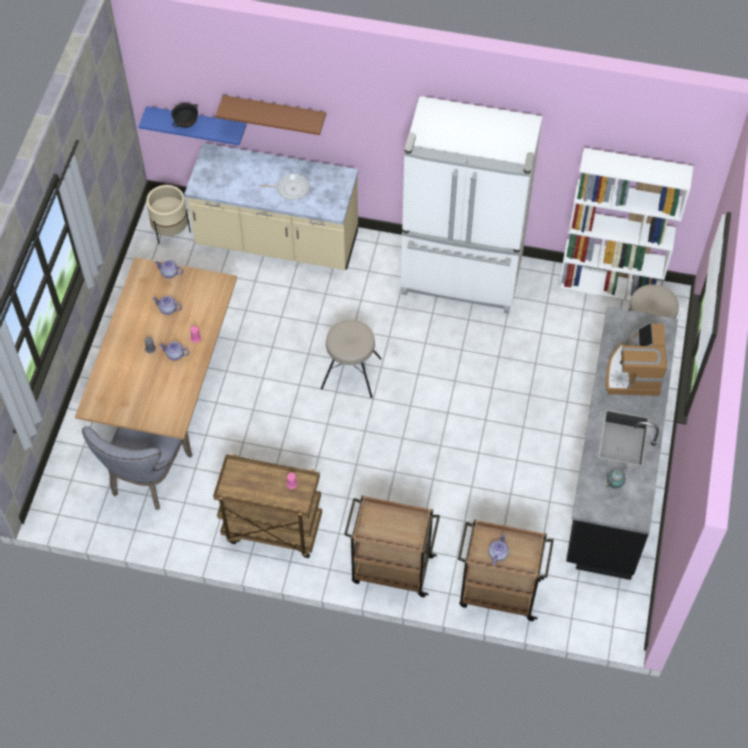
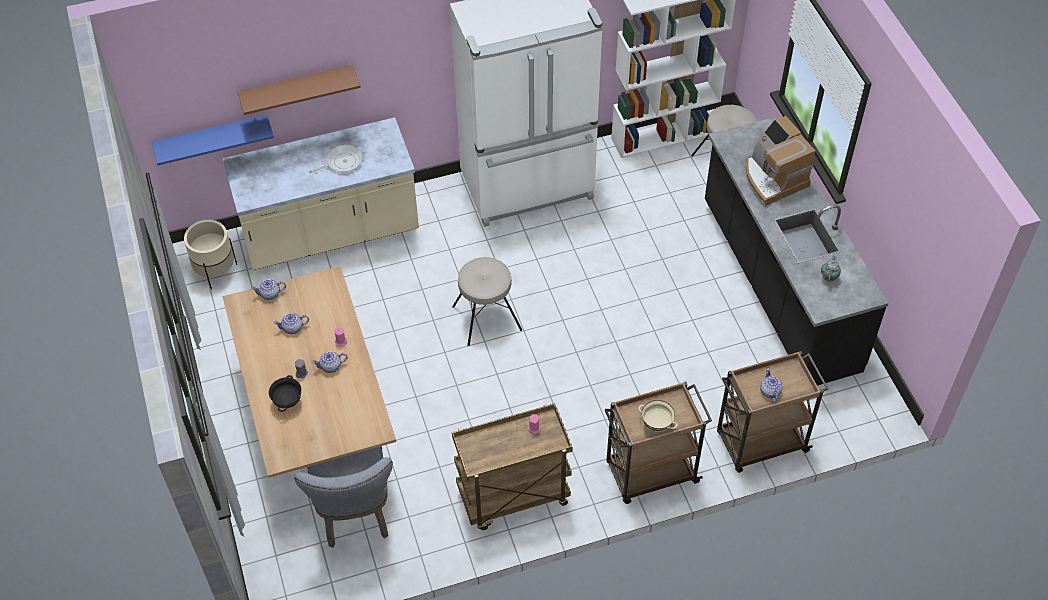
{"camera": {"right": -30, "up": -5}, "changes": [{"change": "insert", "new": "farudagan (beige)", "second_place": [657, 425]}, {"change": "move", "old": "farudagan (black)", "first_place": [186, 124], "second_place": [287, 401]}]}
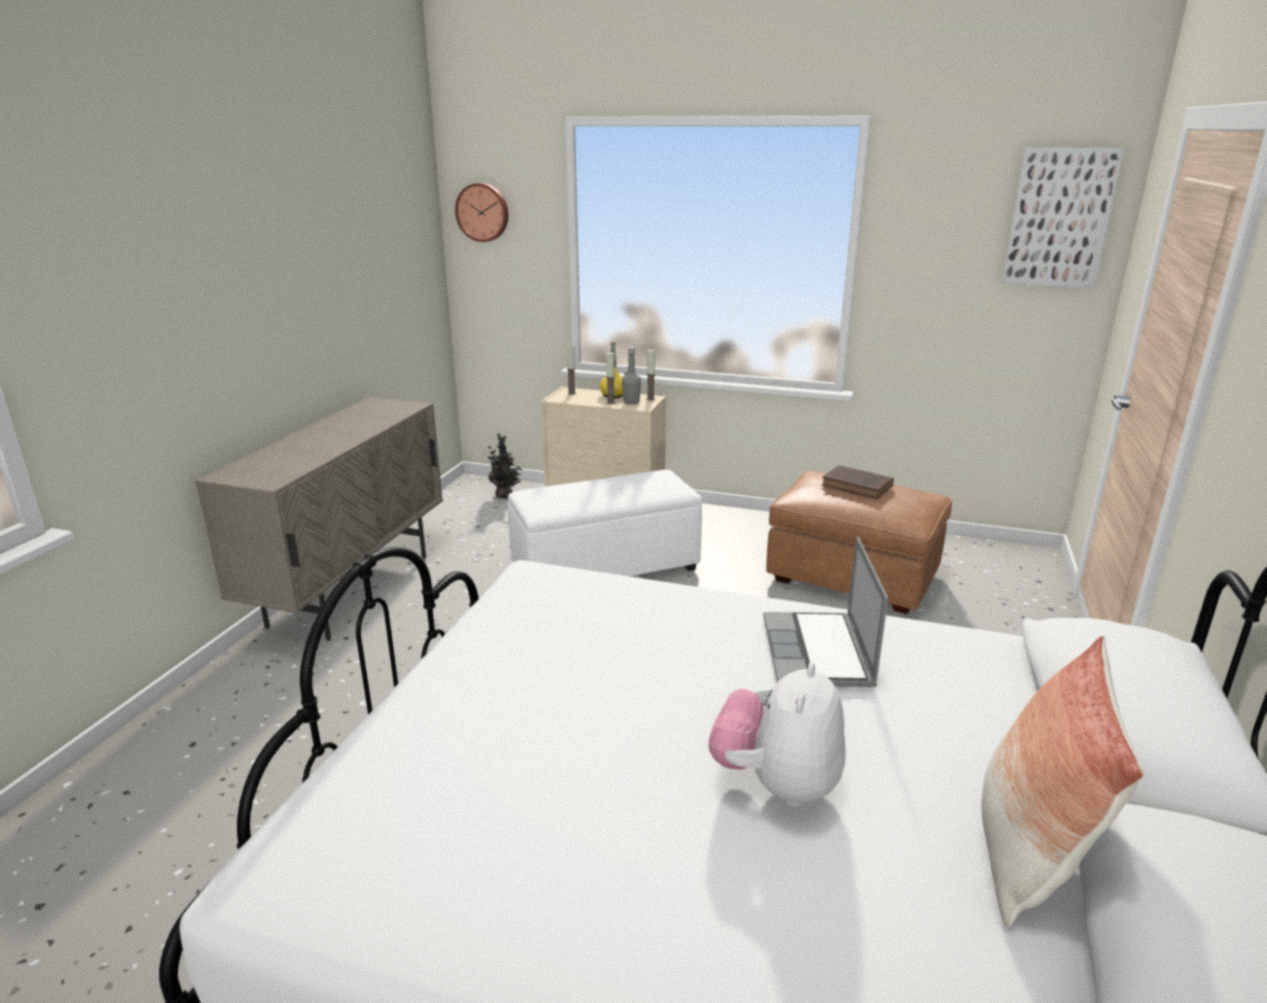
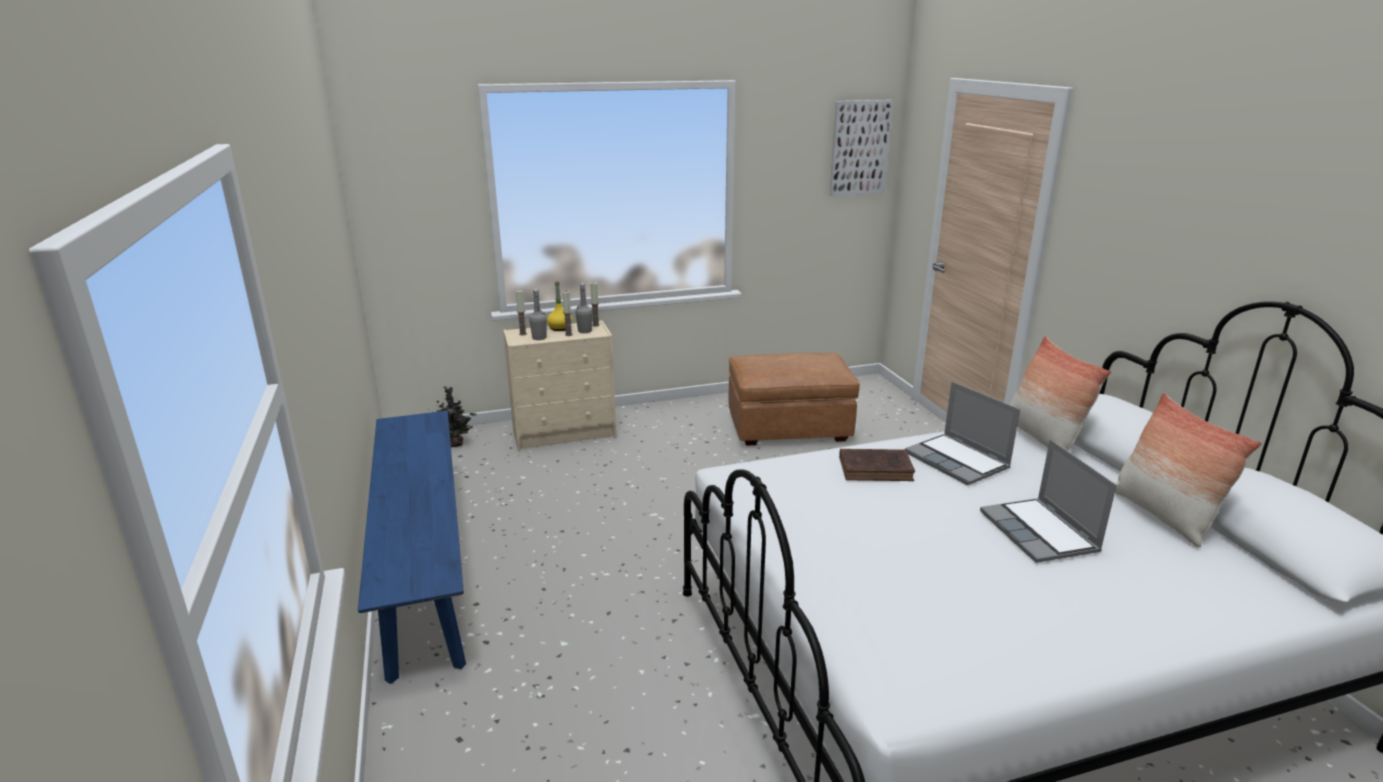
{"camera": {"right": -35, "up": 0}, "changes": [{"change": "delete", "old": "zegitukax", "first_place": [483, 212]}, {"change": "delete", "old": "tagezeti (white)", "first_place": [606, 568]}, {"change": "insert", "new": "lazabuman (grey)", "second_place": [539, 338]}, {"change": "insert", "new": "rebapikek", "second_place": [1042, 438]}, {"change": "move", "old": "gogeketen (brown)", "first_place": [858, 486], "second_place": [877, 469]}, {"change": "replace", "old": "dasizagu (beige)", "new": "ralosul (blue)", "first_place": [352, 590], "second_place": [423, 566]}, {"change": "replace", "old": "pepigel", "new": "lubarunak", "first_place": [777, 784], "second_place": [1040, 533]}]}
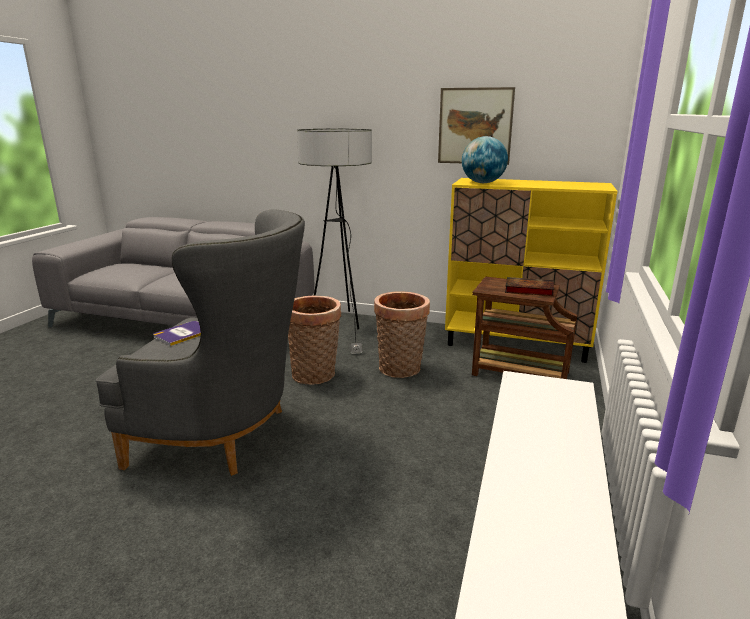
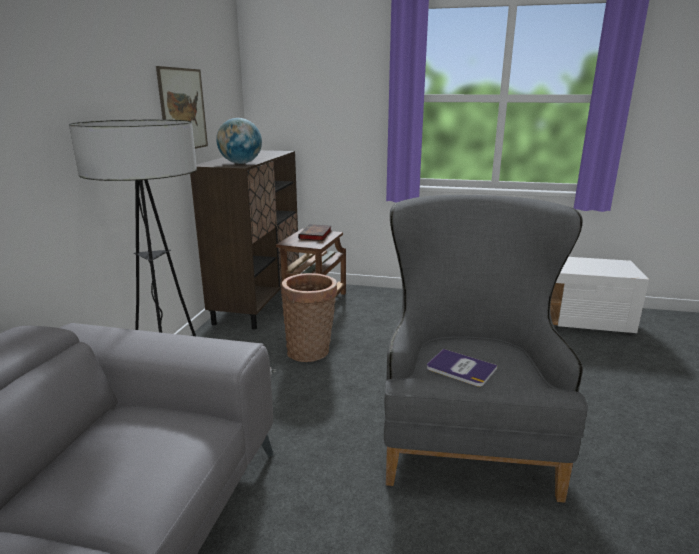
{"camera": {"right": -95, "up": 0}, "changes": [{"change": "delete", "old": "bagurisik", "first_place": [316, 376]}, {"change": "recolor", "old": "dasizagu (yellow)", "new": "dasizagu (brown)", "first_place": [516, 344], "second_place": [258, 301]}]}
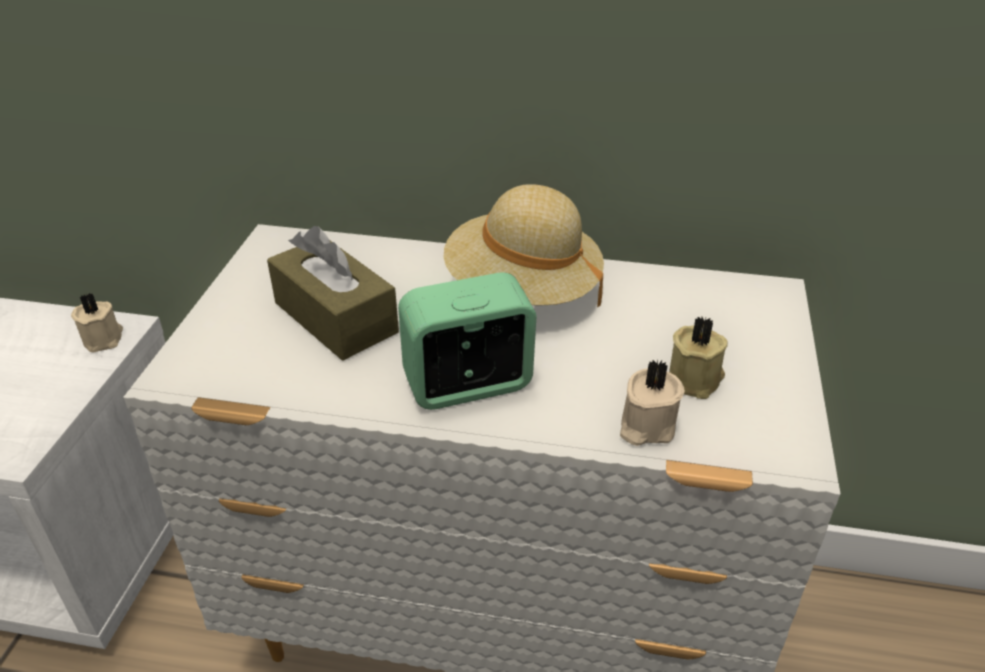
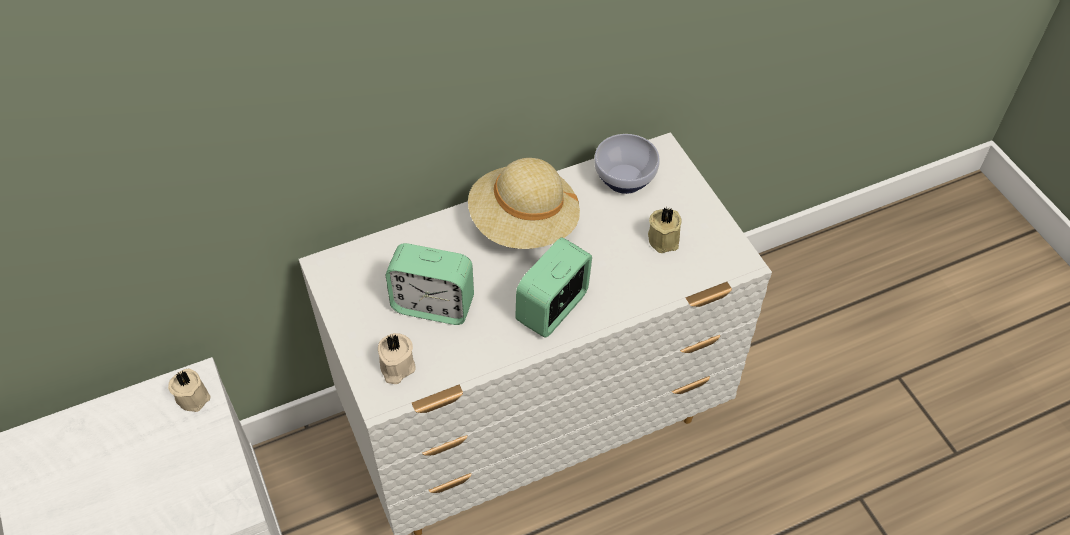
{"camera": {"right": -35, "up": 15}, "changes": [{"change": "insert", "new": "farudagan", "second_place": [626, 178]}, {"change": "move", "old": "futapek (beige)", "first_place": [645, 426], "second_place": [396, 367]}, {"change": "replace", "old": "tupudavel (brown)", "new": "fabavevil", "first_place": [335, 318], "second_place": [433, 305]}]}
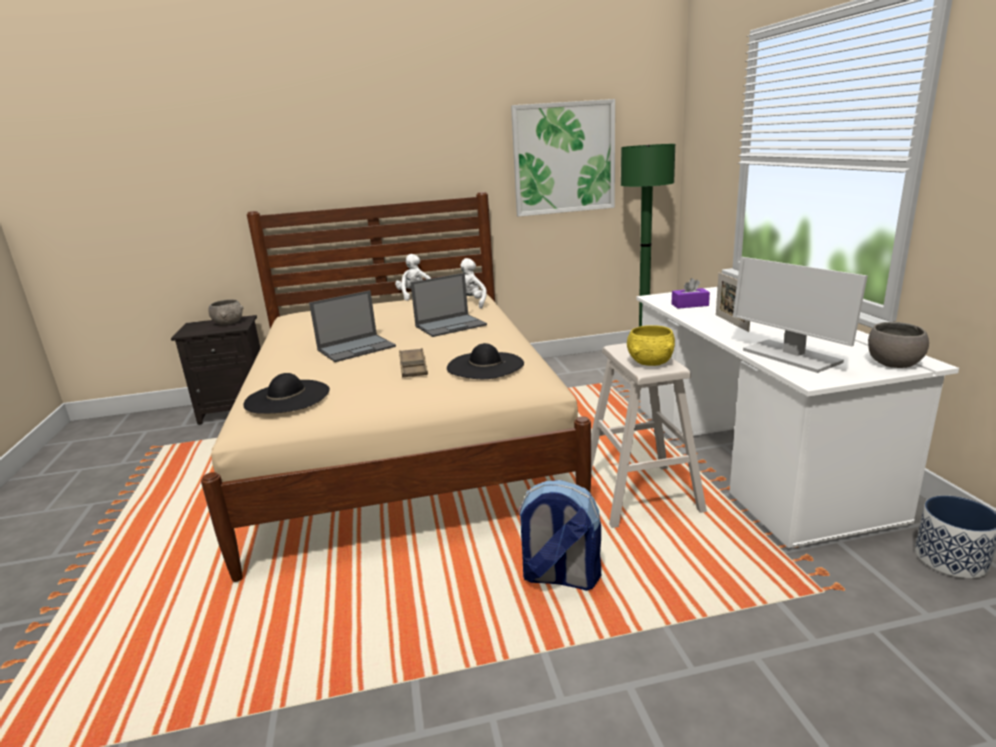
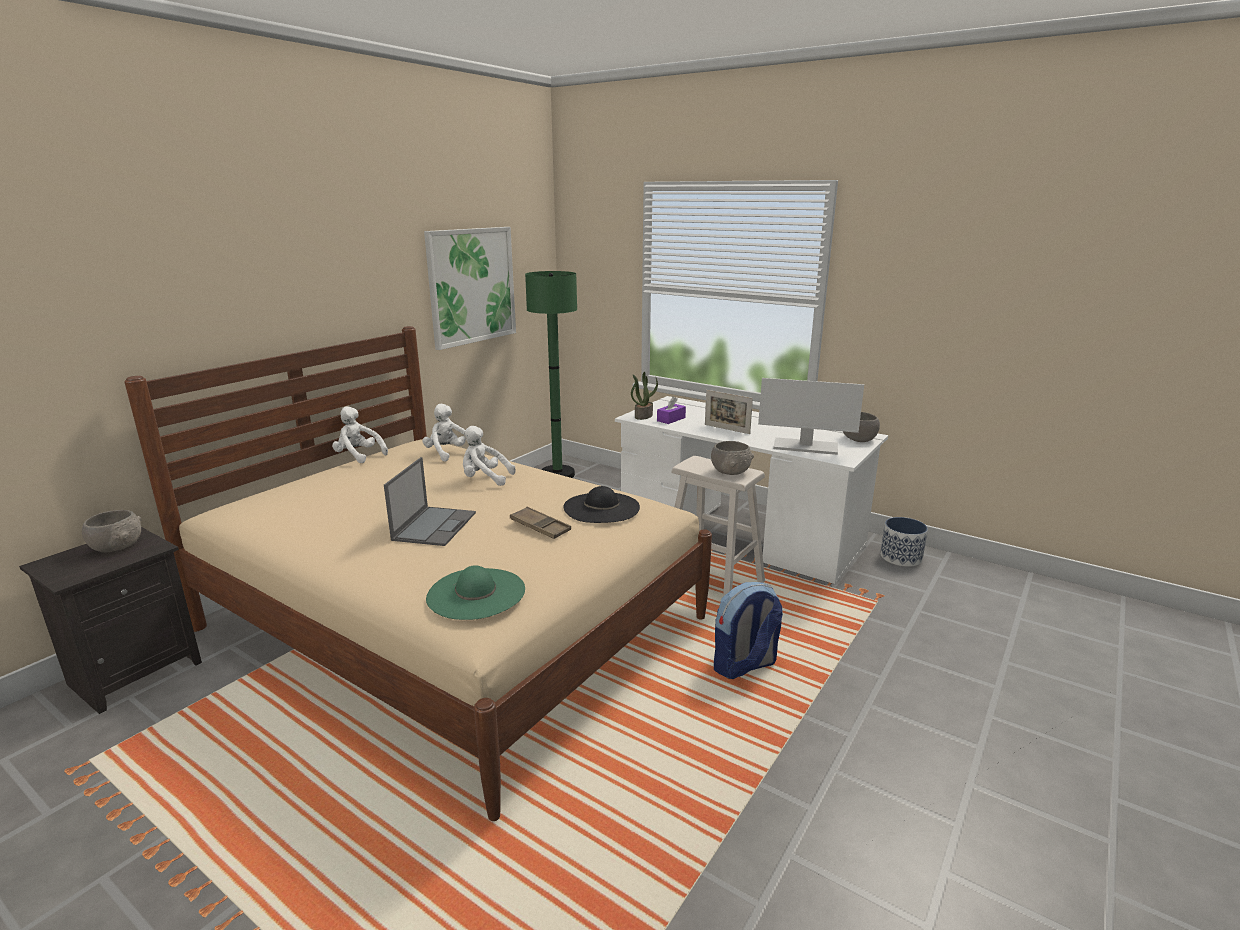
{"camera": {"right": -45, "up": 0}, "changes": [{"change": "insert", "new": "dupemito", "second_place": [643, 416]}, {"change": "replace", "old": "lubarunak", "new": "pepigel (white)", "first_place": [451, 325], "second_place": [485, 479]}, {"change": "recolor", "old": "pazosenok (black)", "new": "pazosenok (green)", "first_place": [287, 397], "second_place": [476, 593]}, {"change": "recolor", "old": "farudagan (yellow)", "new": "farudagan (grey)", "first_place": [650, 362], "second_place": [730, 471]}]}
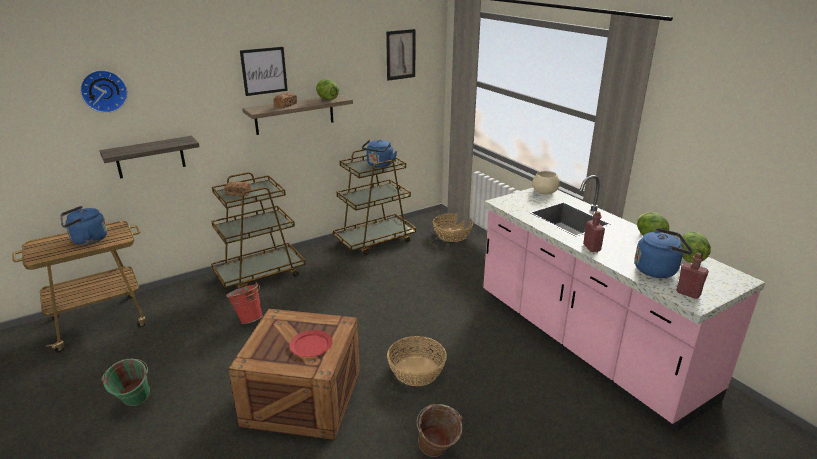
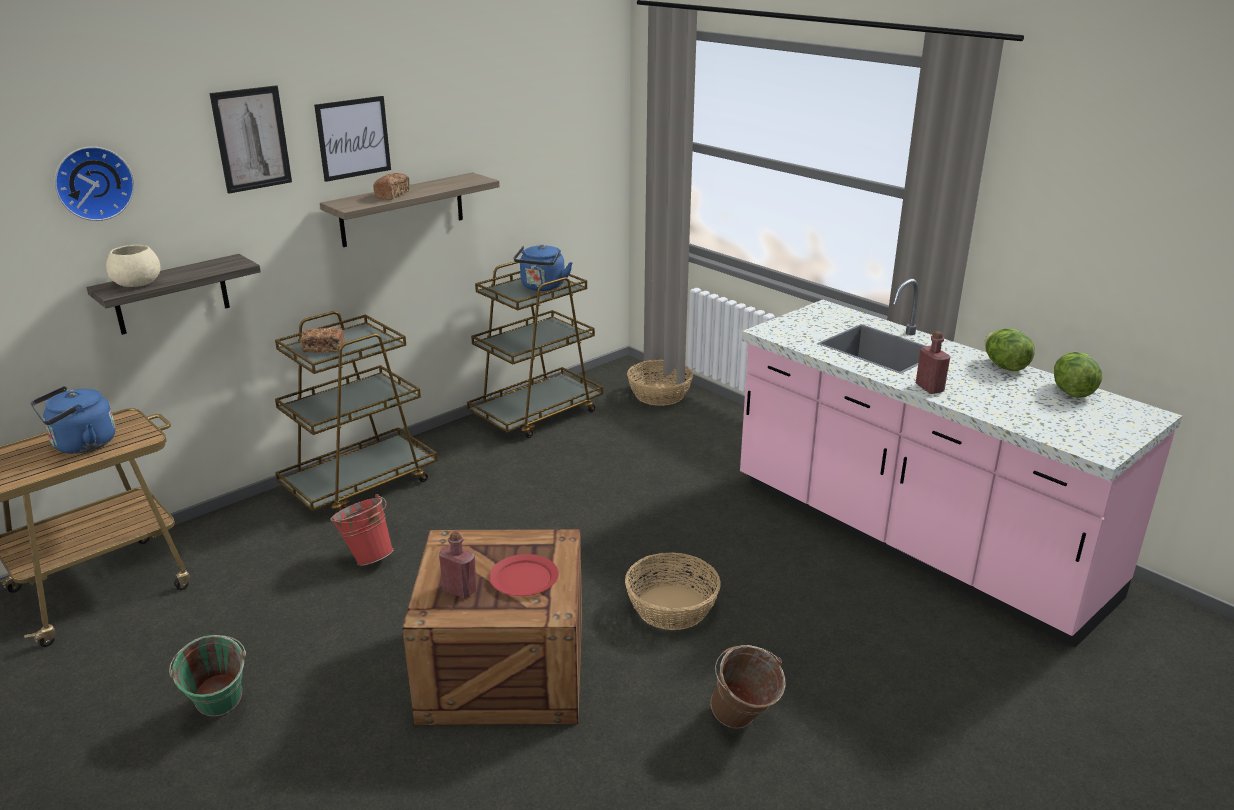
{"camera": {"right": -10, "up": 0}, "changes": [{"change": "delete", "old": "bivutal", "first_place": [327, 99]}, {"change": "delete", "old": "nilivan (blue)", "first_place": [658, 270]}, {"change": "move", "old": "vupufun", "first_place": [400, 54], "second_place": [251, 139]}, {"change": "move", "old": "farudagan (beige)", "first_place": [545, 192], "second_place": [138, 283]}, {"change": "move", "old": "lazabuman (red)", "first_place": [688, 293], "second_place": [460, 590]}]}
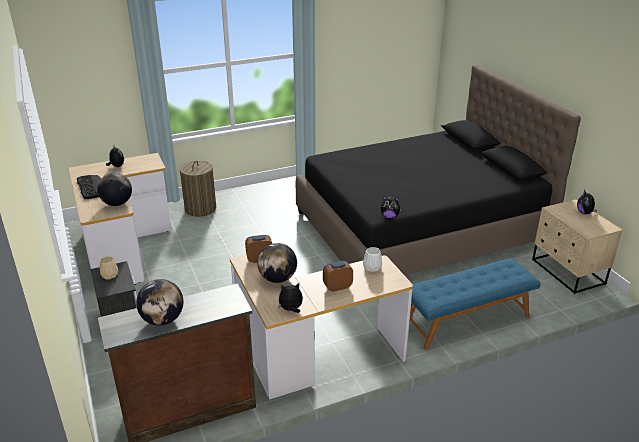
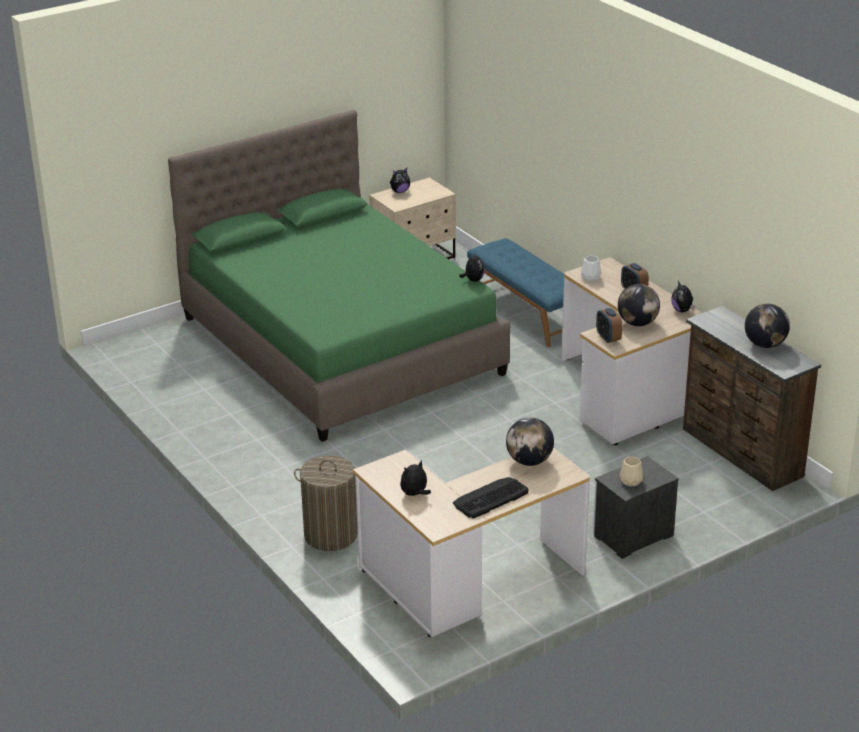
{"camera": {"right": -100, "up": 0}, "changes": [{"change": "recolor", "old": "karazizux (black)", "new": "karazizux (green)", "first_place": [420, 228], "second_place": [341, 345]}]}
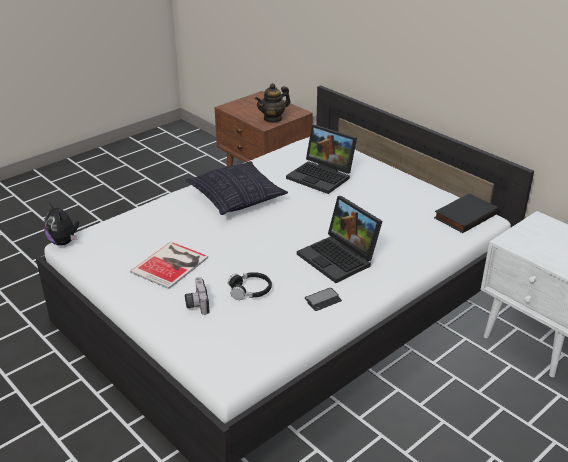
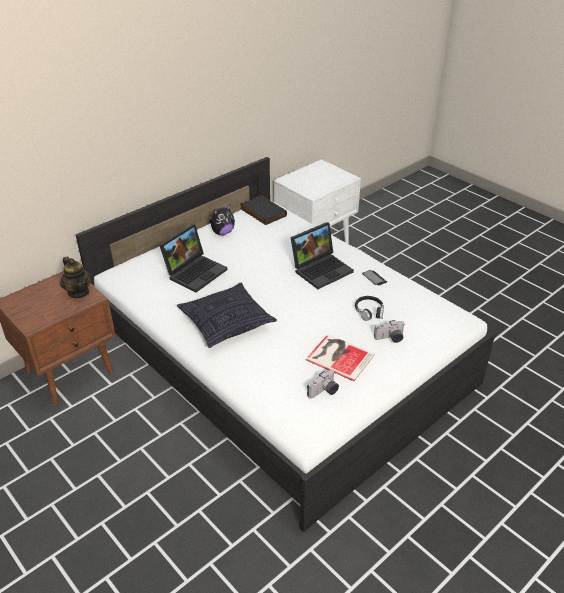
{"camera": {"right": -90, "up": 5}, "changes": [{"change": "insert", "new": "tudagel", "second_place": [324, 392]}, {"change": "move", "old": "pepigel", "first_place": [64, 242], "second_place": [222, 233]}]}
